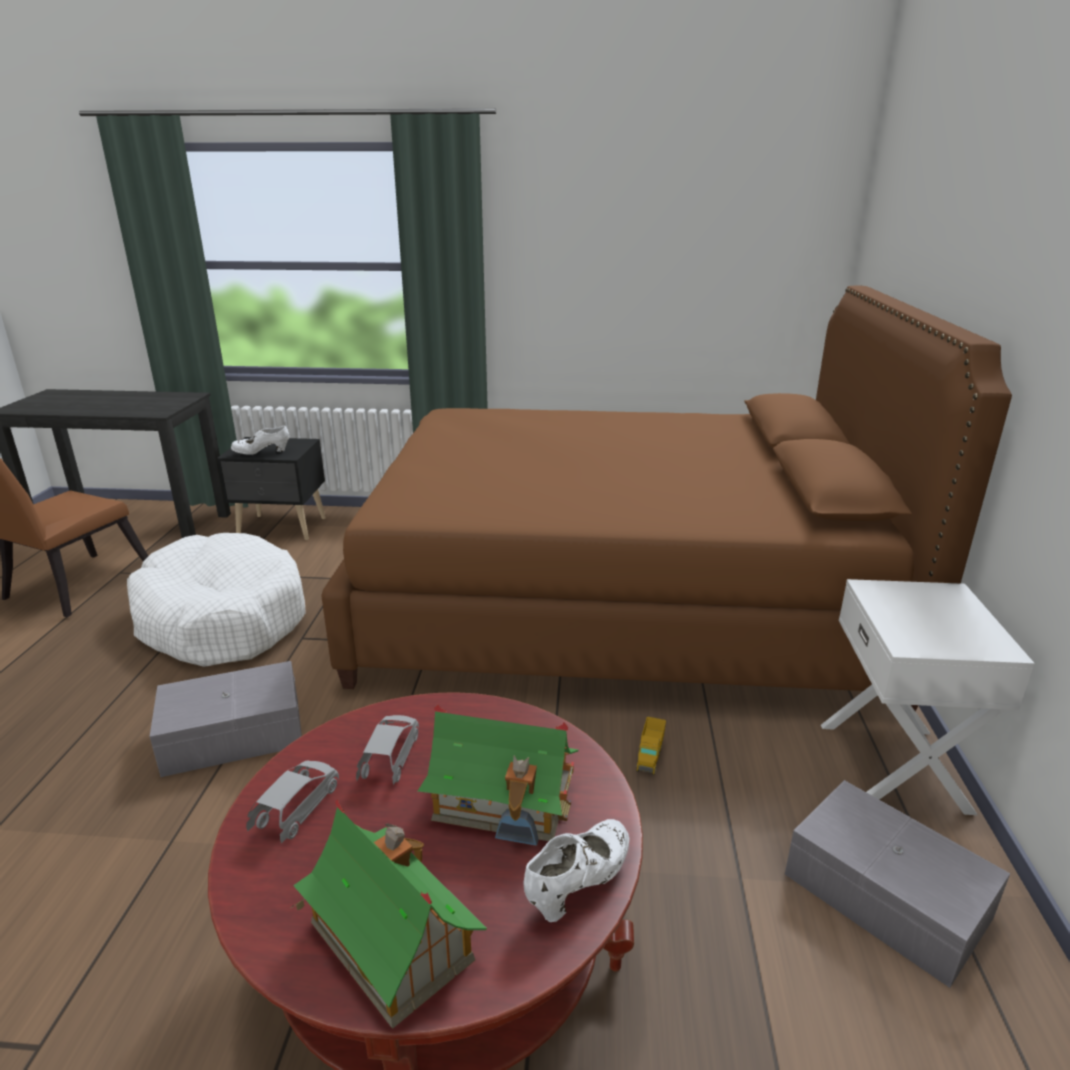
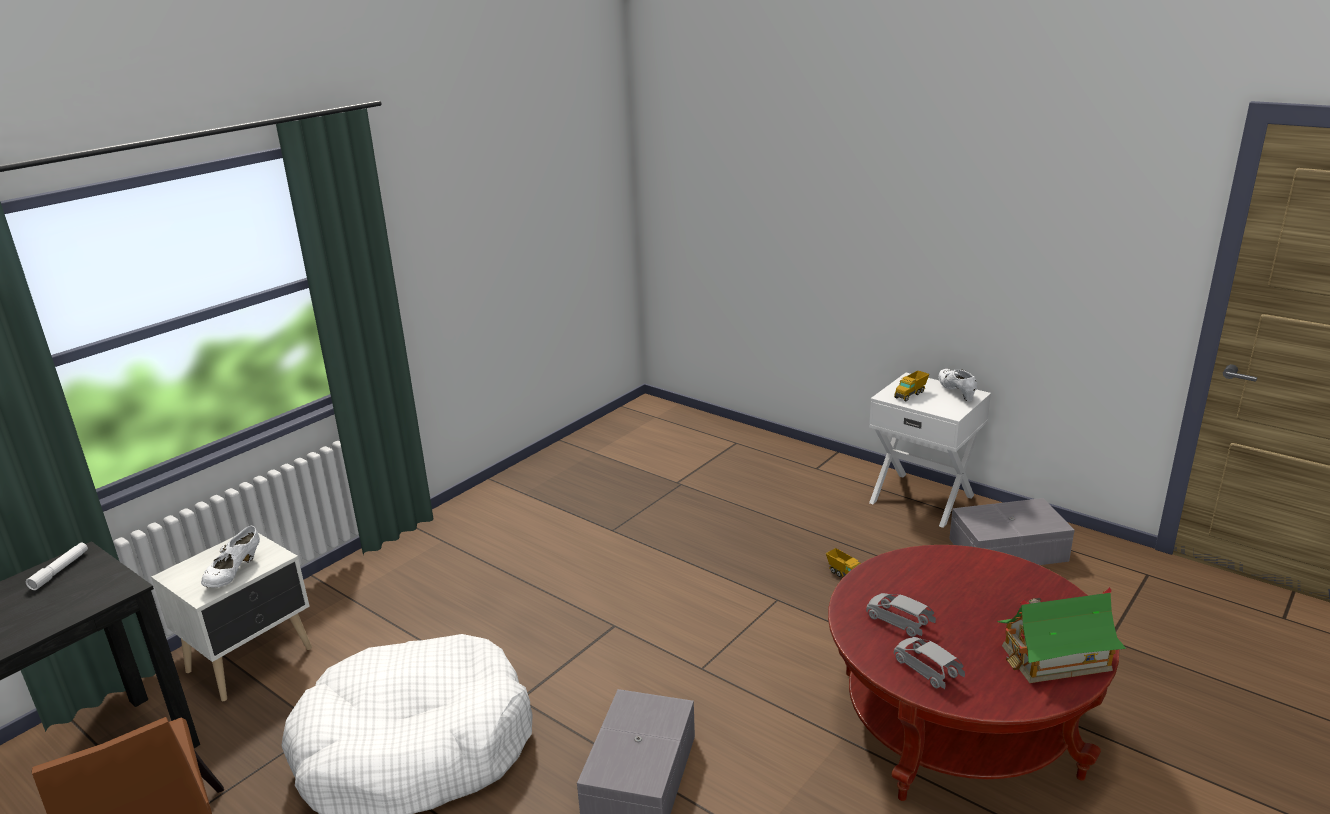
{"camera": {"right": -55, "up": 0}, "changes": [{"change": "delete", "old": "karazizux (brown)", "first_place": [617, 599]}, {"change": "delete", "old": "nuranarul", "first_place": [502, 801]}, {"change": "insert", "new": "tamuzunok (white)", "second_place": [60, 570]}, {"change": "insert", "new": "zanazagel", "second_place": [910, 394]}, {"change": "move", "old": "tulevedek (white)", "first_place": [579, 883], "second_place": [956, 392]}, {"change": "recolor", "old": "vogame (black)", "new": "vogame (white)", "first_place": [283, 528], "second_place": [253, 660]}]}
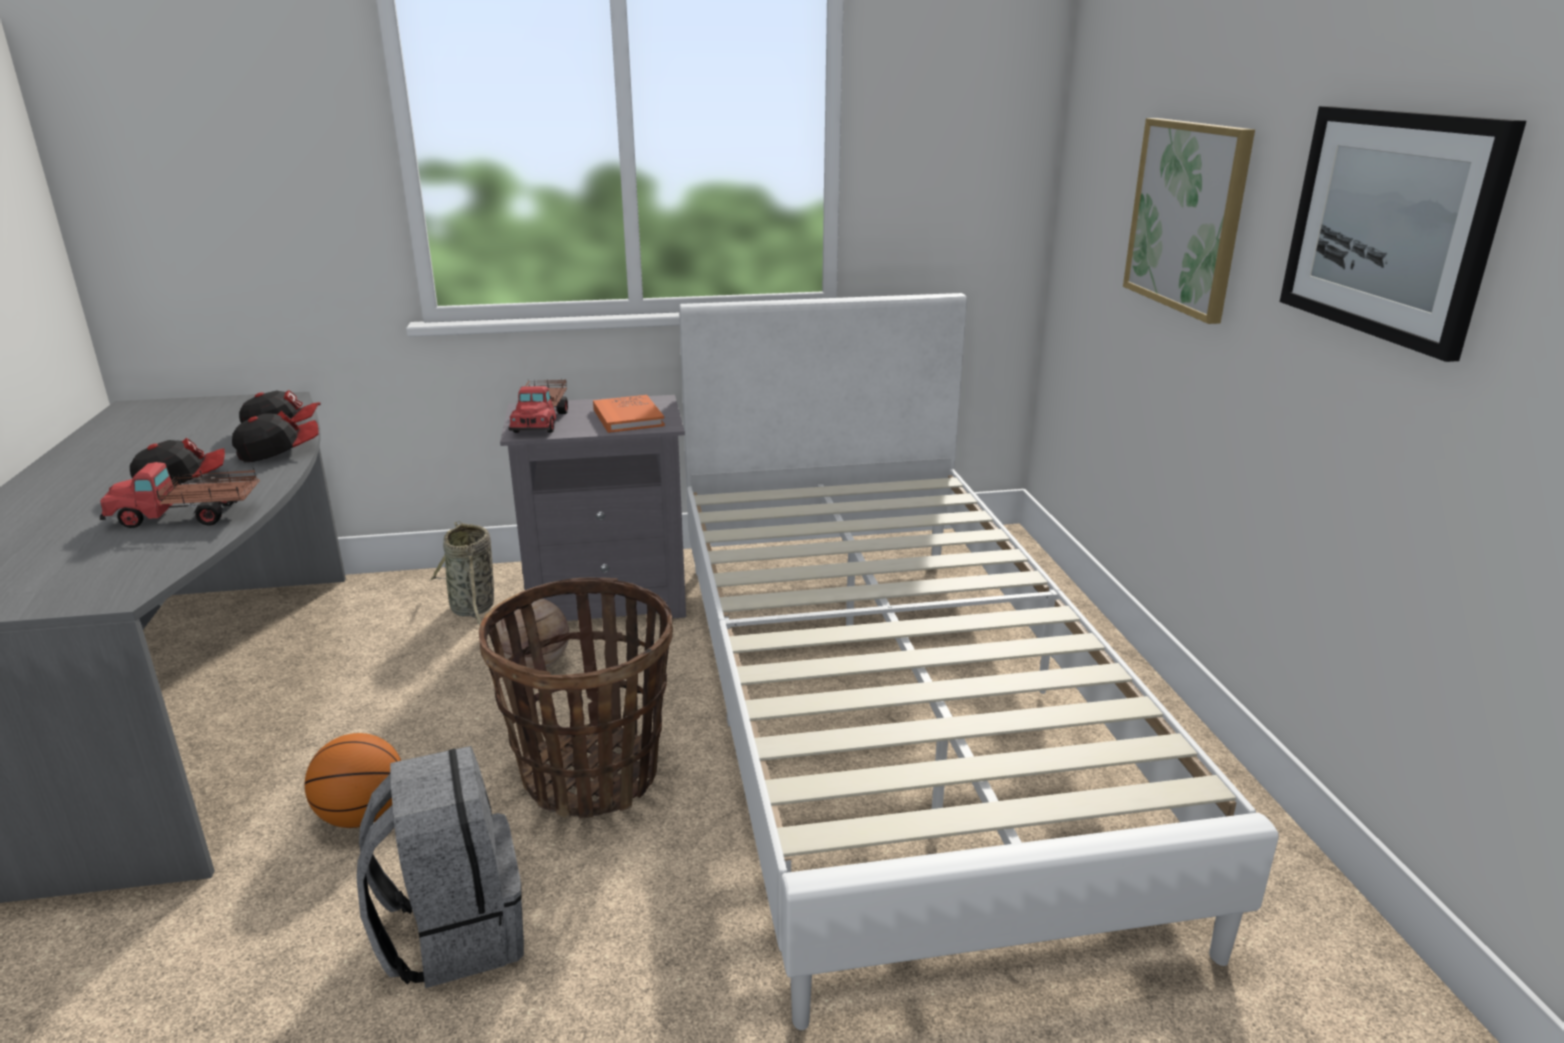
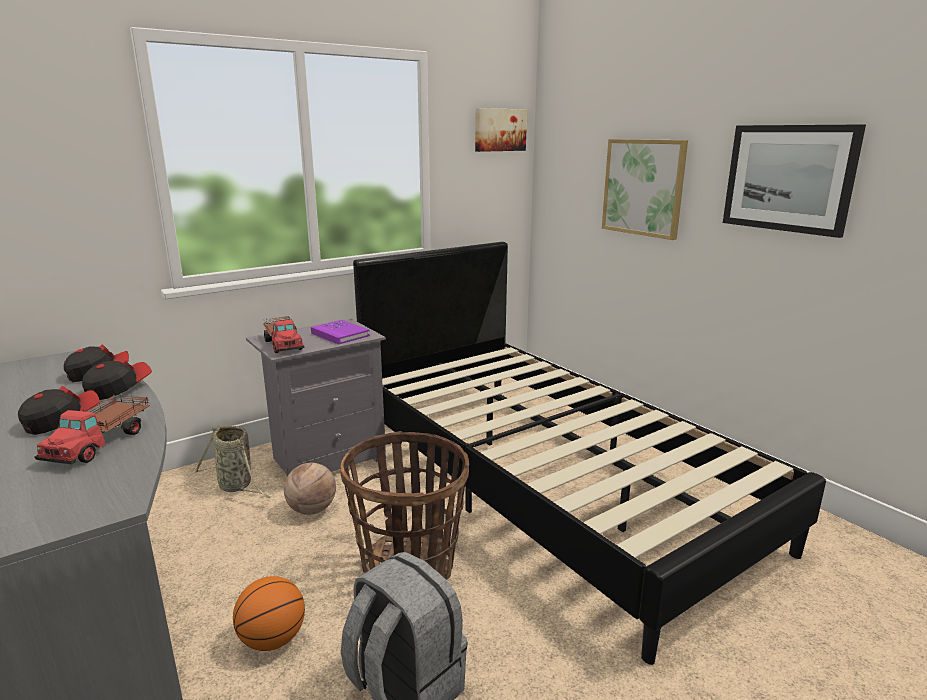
{"camera": {"right": -25, "up": -5}, "changes": [{"change": "insert", "new": "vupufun", "second_place": [499, 130]}, {"change": "recolor", "old": "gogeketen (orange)", "new": "gogeketen (purple)", "first_place": [628, 417], "second_place": [340, 334]}, {"change": "recolor", "old": "karazizux (white)", "new": "karazizux (black)", "first_place": [890, 711], "second_place": [546, 482]}, {"change": "rotate", "old": "zanazagel", "first_place": [188, 516], "second_place": [101, 442], "degrees": -45}]}
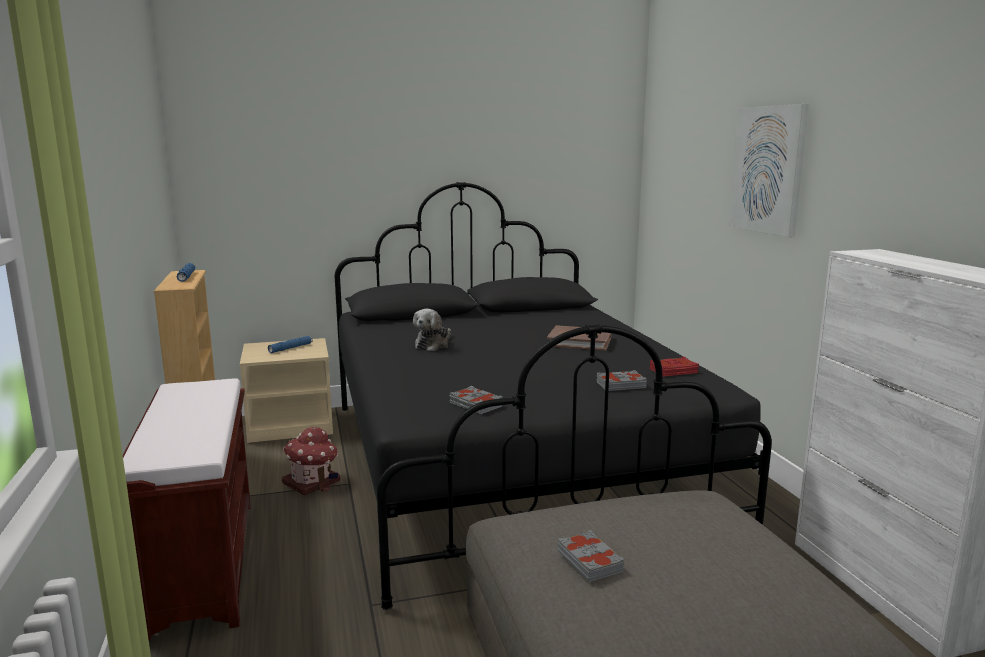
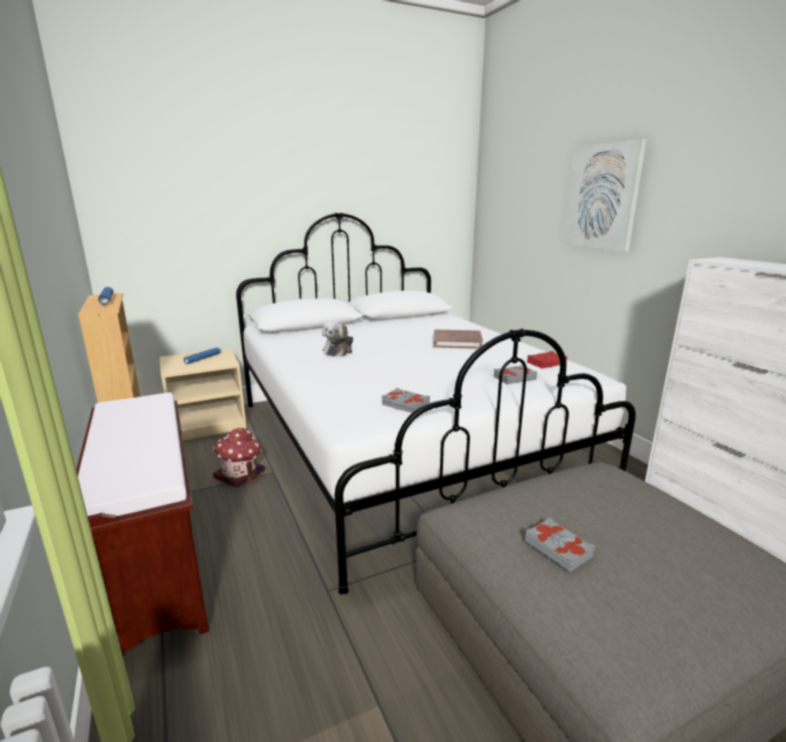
{"camera": {"right": -10, "up": 5}, "changes": [{"change": "recolor", "old": "karazizux (black)", "new": "karazizux (white)", "first_place": [509, 465], "second_place": [401, 444]}]}
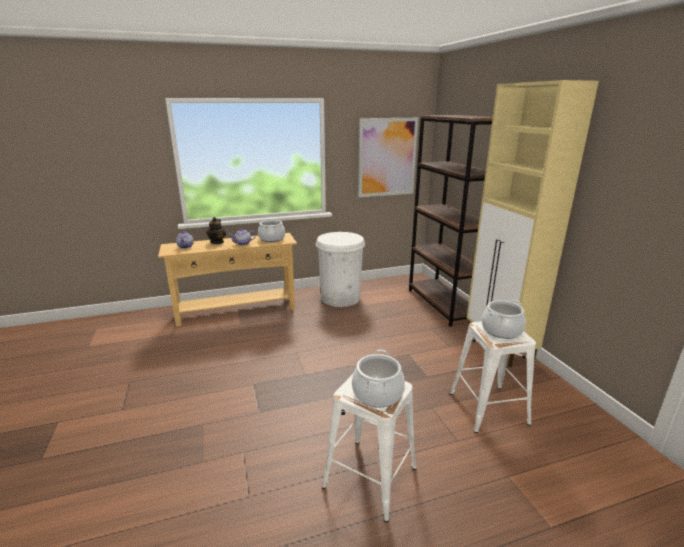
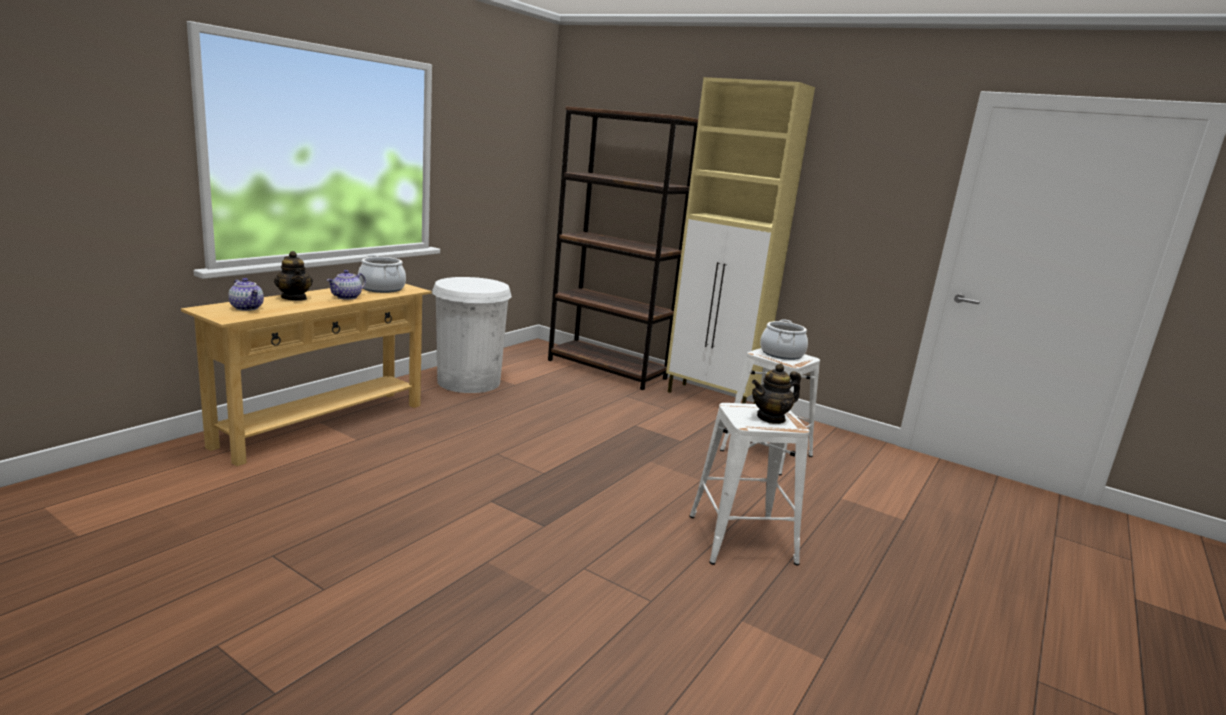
{"camera": {"right": -40, "up": -5}, "changes": [{"change": "delete", "old": "vupufun", "first_place": [387, 157]}, {"change": "replace", "old": "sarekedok", "new": "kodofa", "first_place": [377, 393], "second_place": [771, 418]}]}
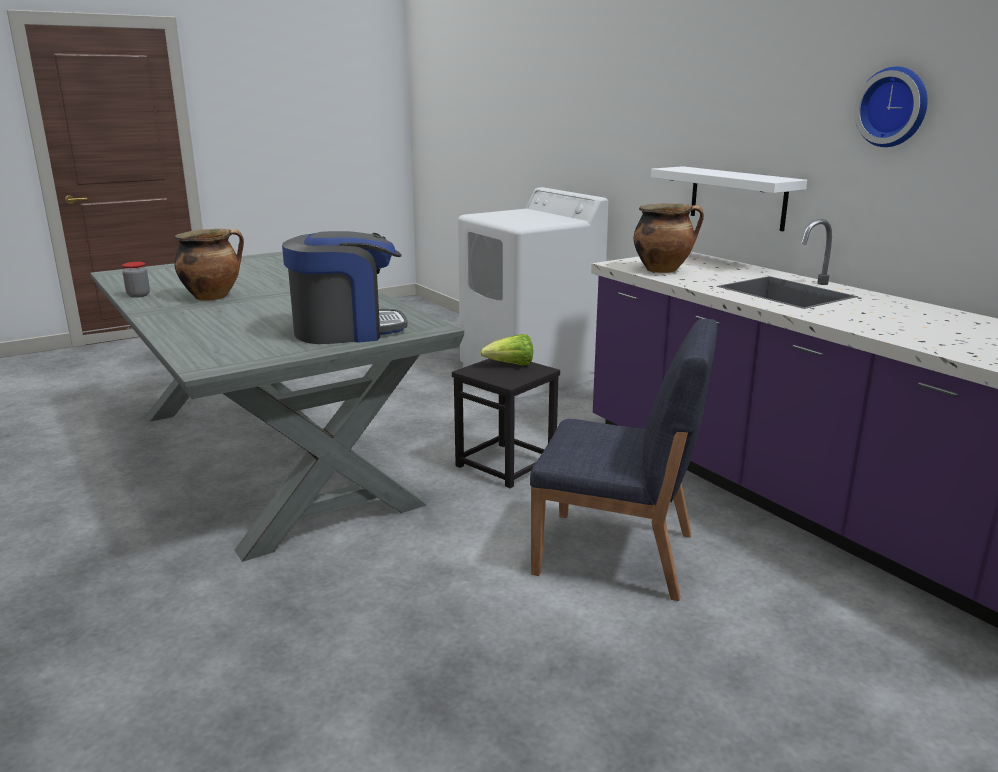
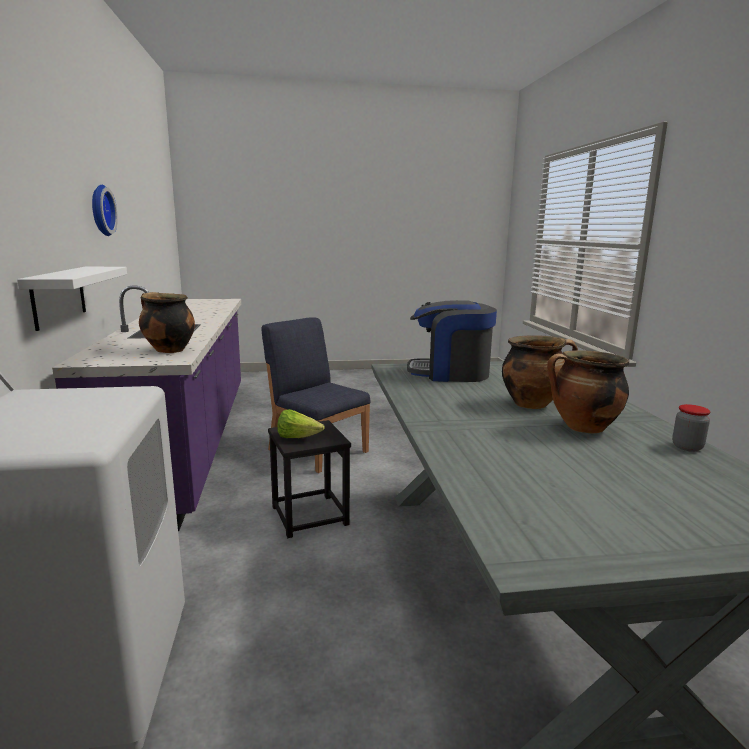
{"camera": {"right": -155, "up": -5}, "changes": [{"change": "insert", "new": "sarekedok", "second_place": [532, 404]}]}
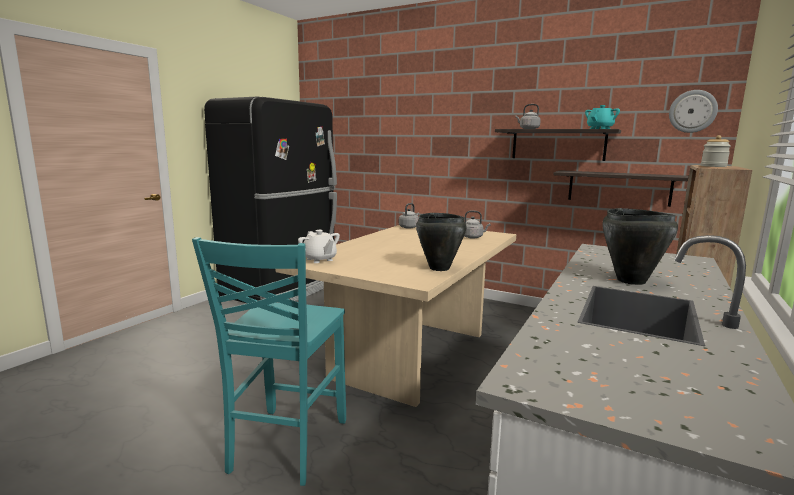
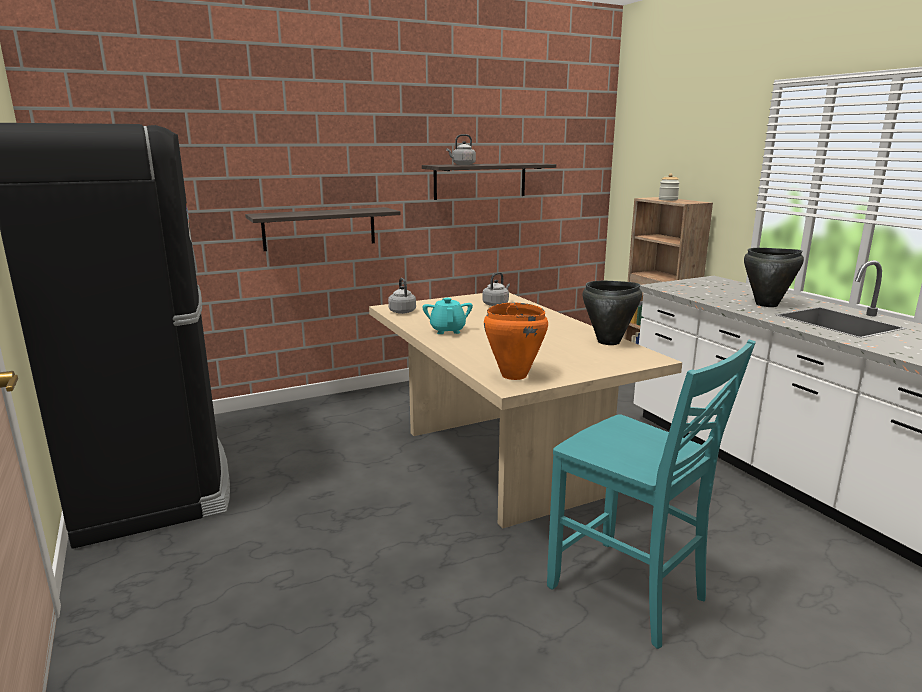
{"camera": {"right": -55, "up": 5}, "changes": [{"change": "delete", "old": "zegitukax", "first_place": [692, 111]}, {"change": "move", "old": "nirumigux", "first_place": [618, 188], "second_place": [319, 228]}, {"change": "move", "old": "kodofa (turquoise)", "first_place": [600, 129], "second_place": [447, 330]}, {"change": "replace", "old": "kodofa (white)", "new": "sarekedok (orange)", "first_place": [319, 259], "second_place": [513, 375]}]}
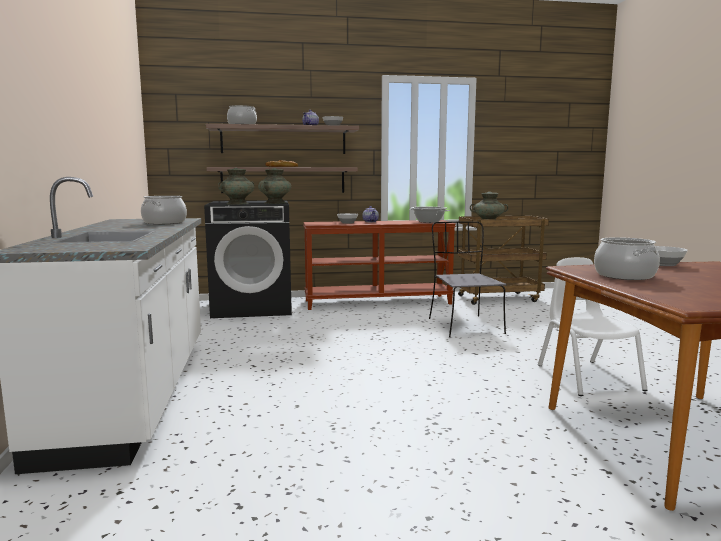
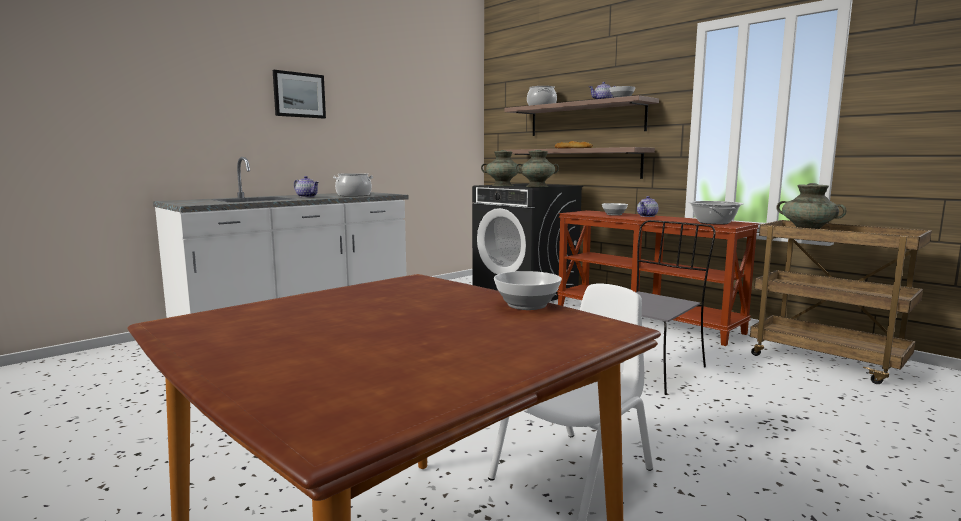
{"camera": {"right": 55, "up": 0}, "changes": [{"change": "delete", "old": "sarekedok", "first_place": [625, 275]}, {"change": "insert", "new": "vupufun", "second_place": [299, 95]}, {"change": "insert", "new": "kodofa", "second_place": [307, 196]}]}
